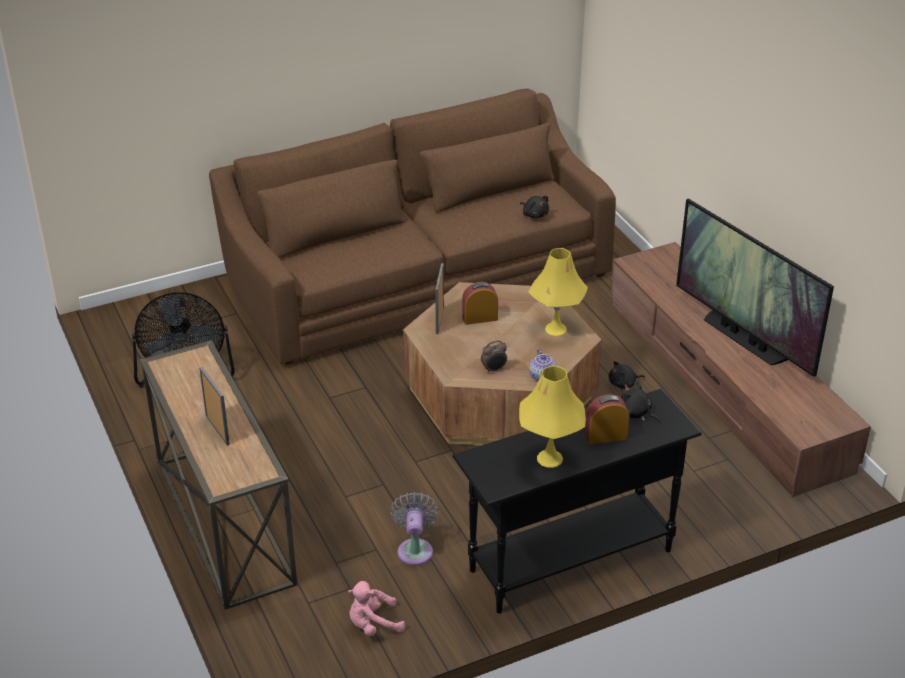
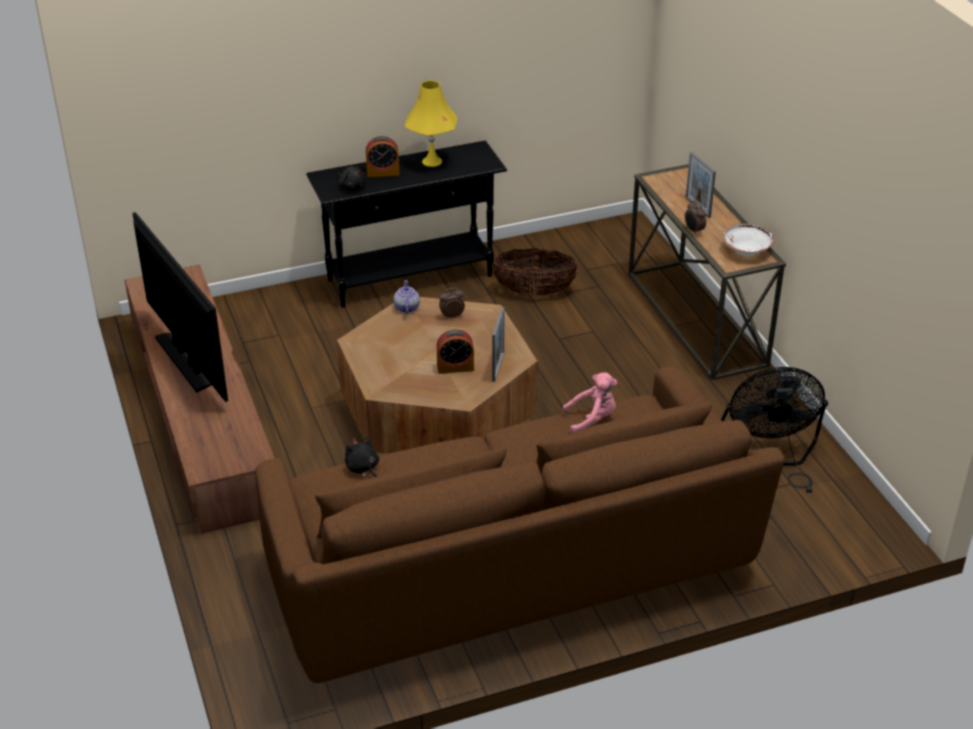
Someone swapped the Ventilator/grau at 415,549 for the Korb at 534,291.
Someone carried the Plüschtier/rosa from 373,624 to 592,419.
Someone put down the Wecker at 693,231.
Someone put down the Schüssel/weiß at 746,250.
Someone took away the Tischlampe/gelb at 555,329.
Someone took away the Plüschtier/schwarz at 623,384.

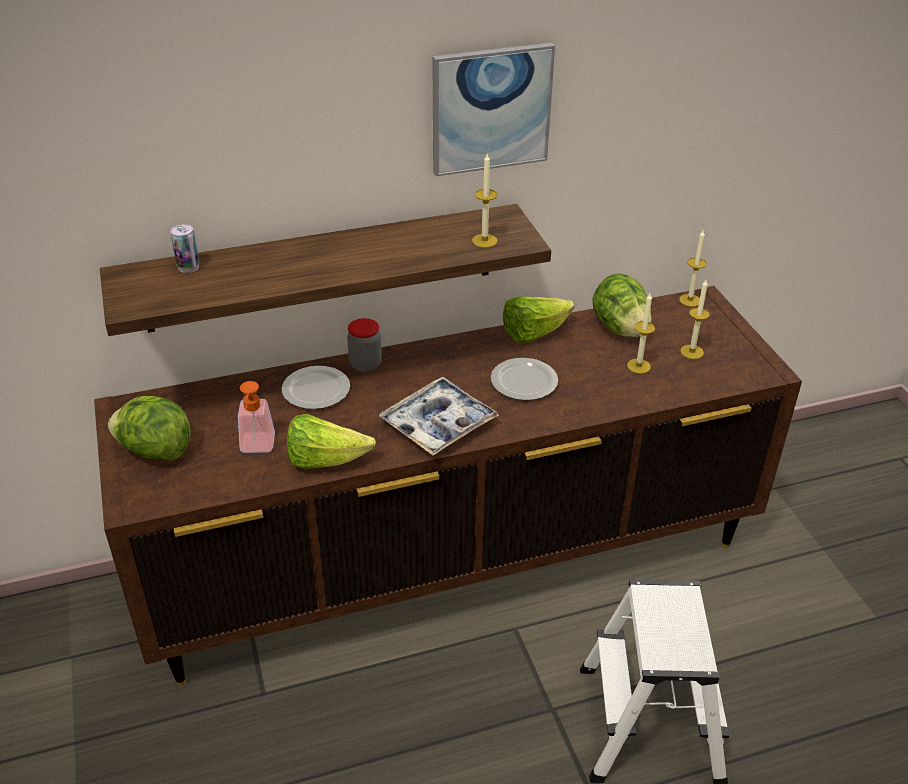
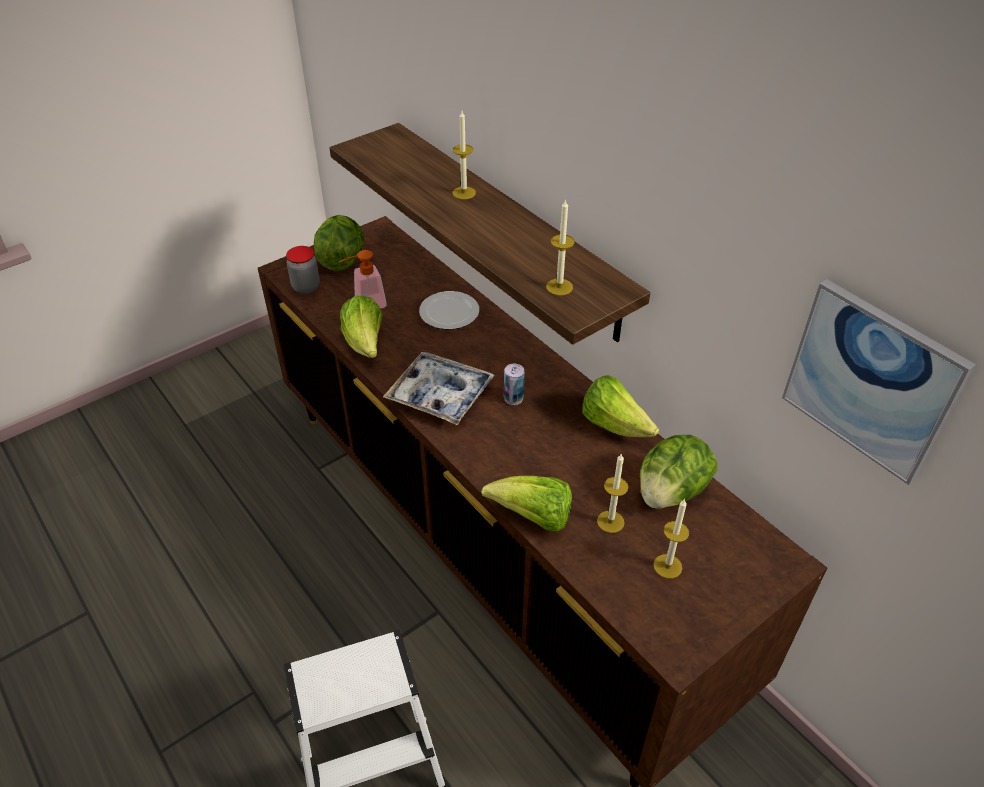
Someone carried the Vorratsglas from 365,364 to 306,287.
Someone carried the Kerze from 690,300 to 464,193.
Someone put down the Salatkopf at 533,517.
Someone carried the Dose from 188,267 to 513,398.
Someone carried the Bild from 491,109 to 871,380.
Someone took away the Teller at 524,381.

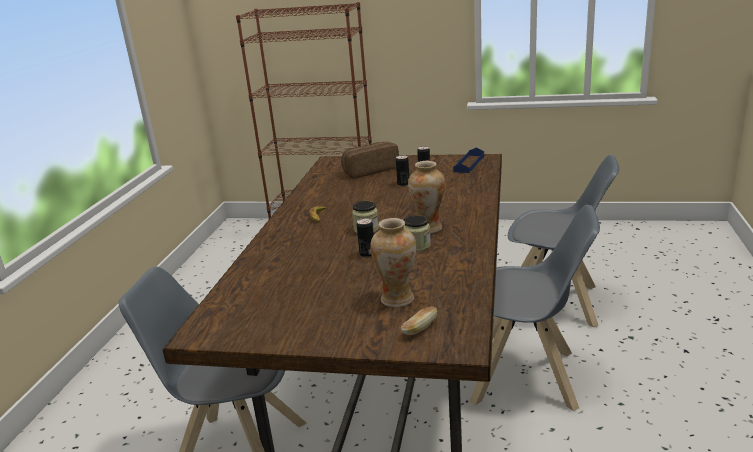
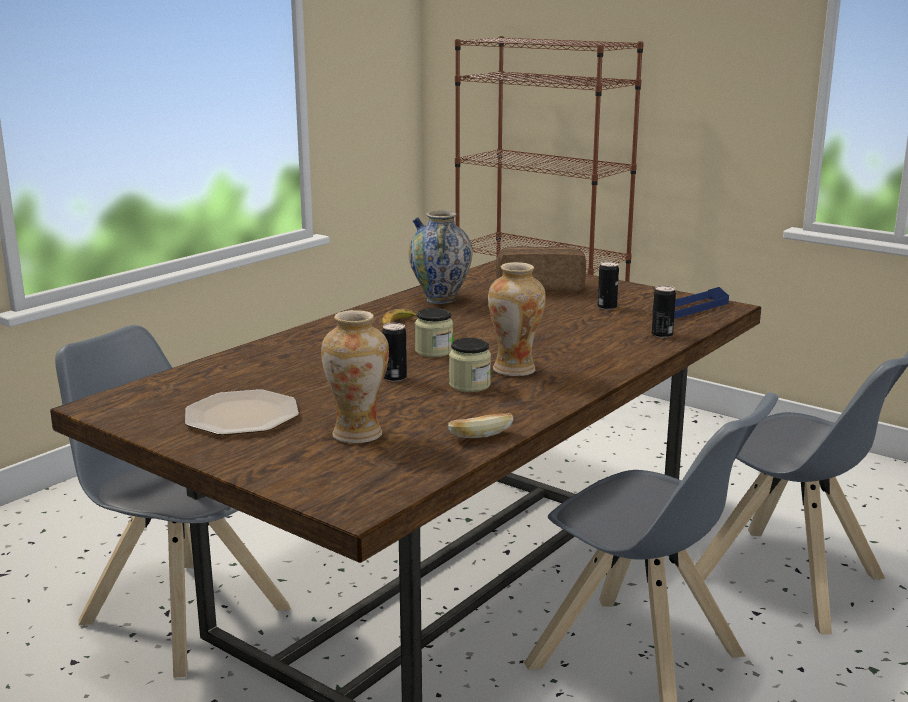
Someone put down the Teller at 241,415.
Someone put down the Vase at 440,299.
Someone carried the Brot from 419,329 to 480,436.
Someone carried the Dose from 403,184 to 662,334.

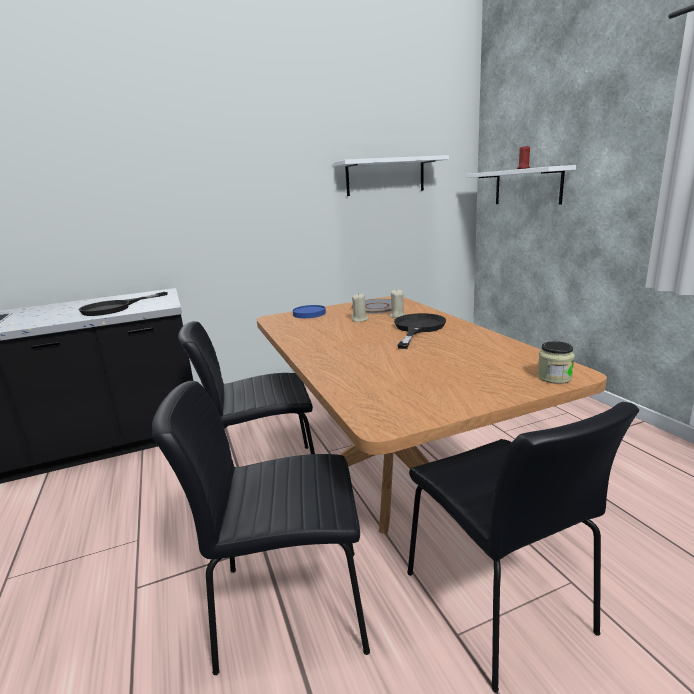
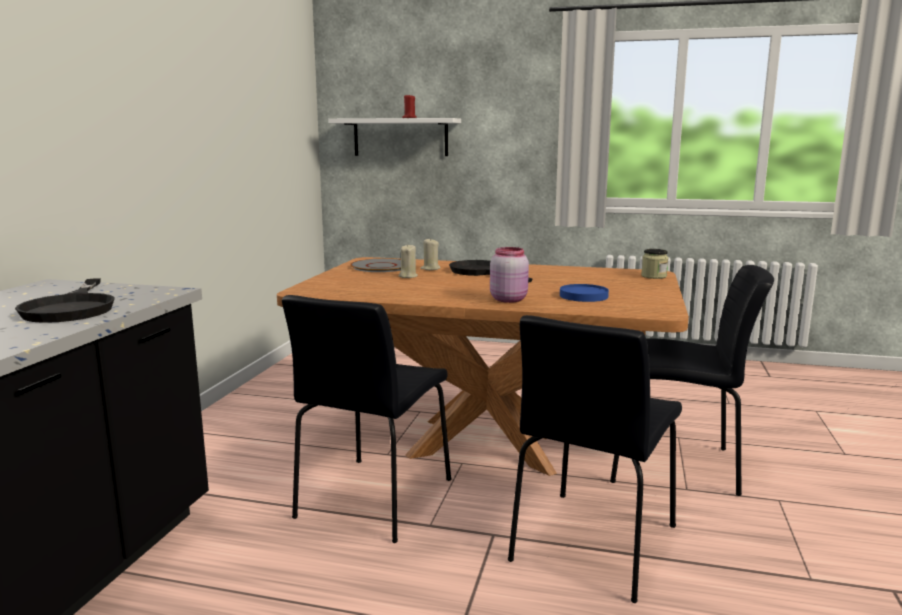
Someone put down the Vorratsglas/rosa at 509,299.
Someone carried the Teller/blau from 309,313 to 583,296.
Someone took away the Wandregal/weiß at 385,176.

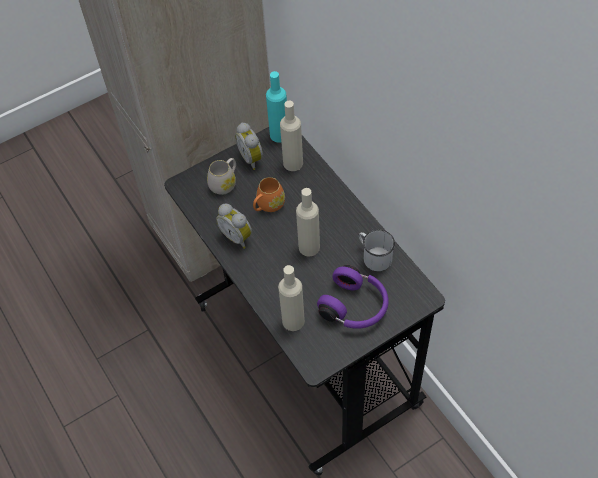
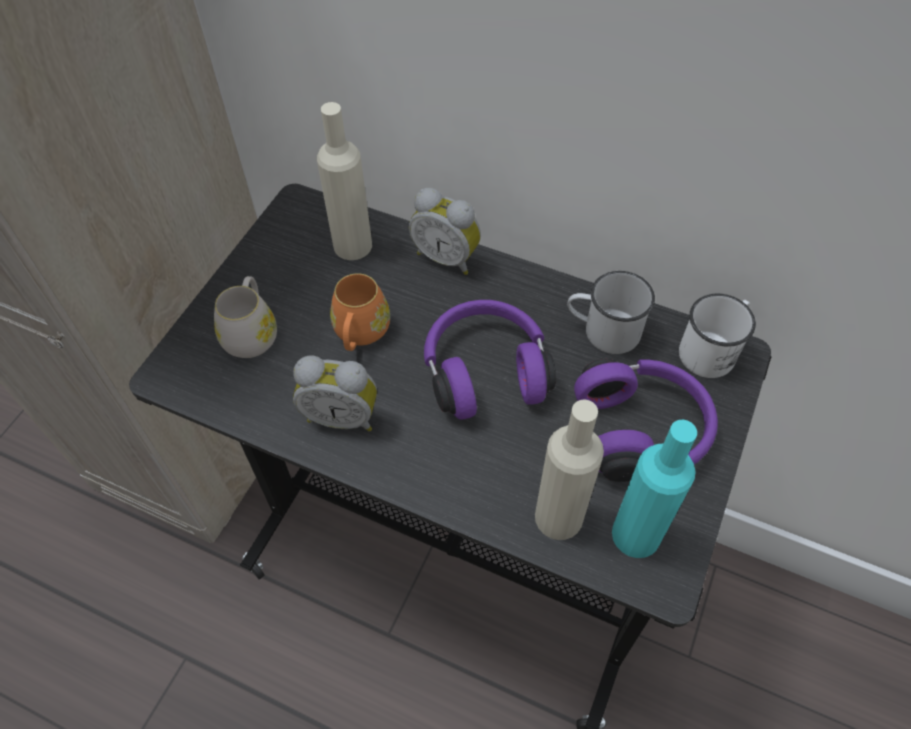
Someone carried the Wecker from 252,158 to 447,257.
Someone swapped the Flasche/beige at 309,247 for the Kopfhörer/lila at 485,369.
Someone carried the Flasche/türkis from 279,135 to 636,534.
Someone put down the Henkelbecher/weiß at 712,349.

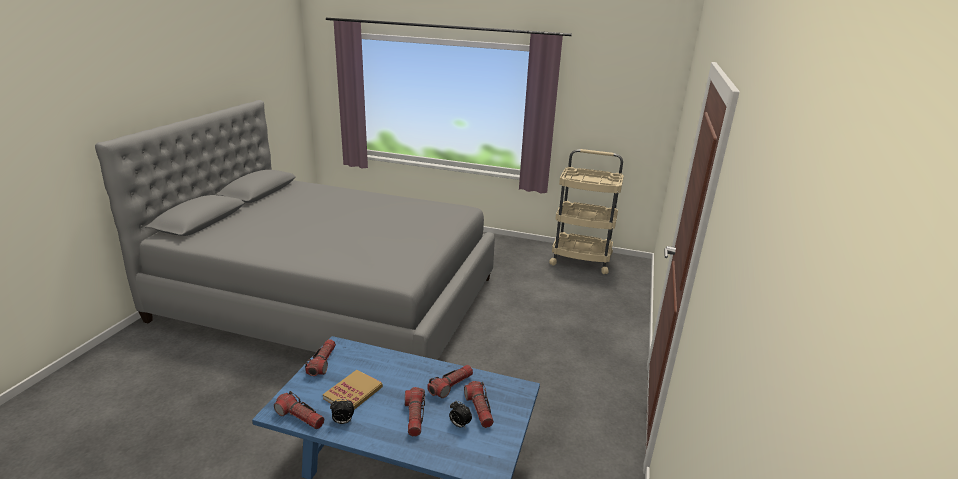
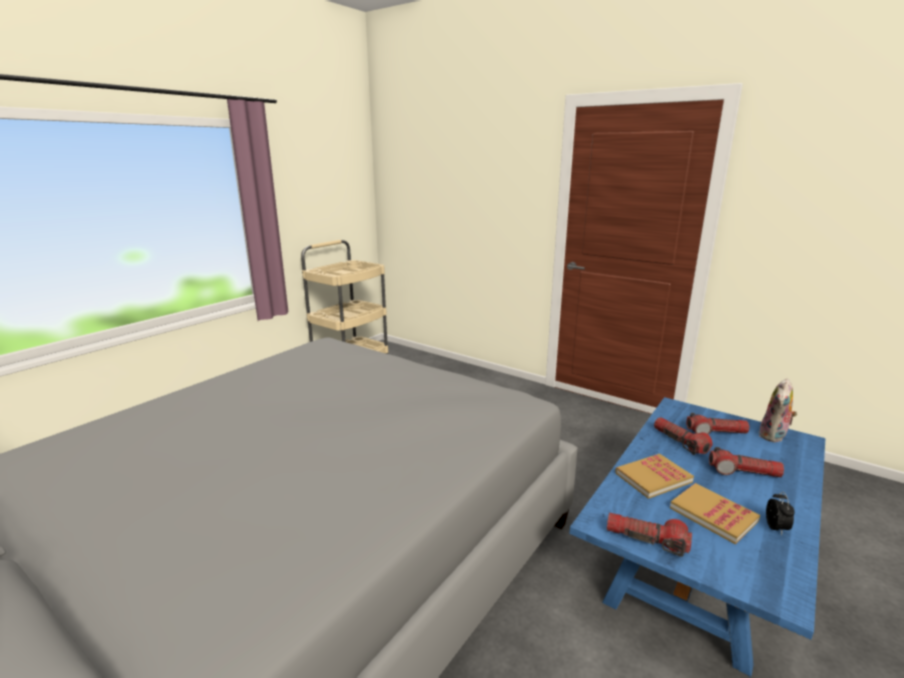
Someone put down the Buch at 653,477.
Someone put down the Plüschtier at 774,436.
Someone took away the Taschenlampe at 300,417.
Someone took away the Wecker at 459,425.

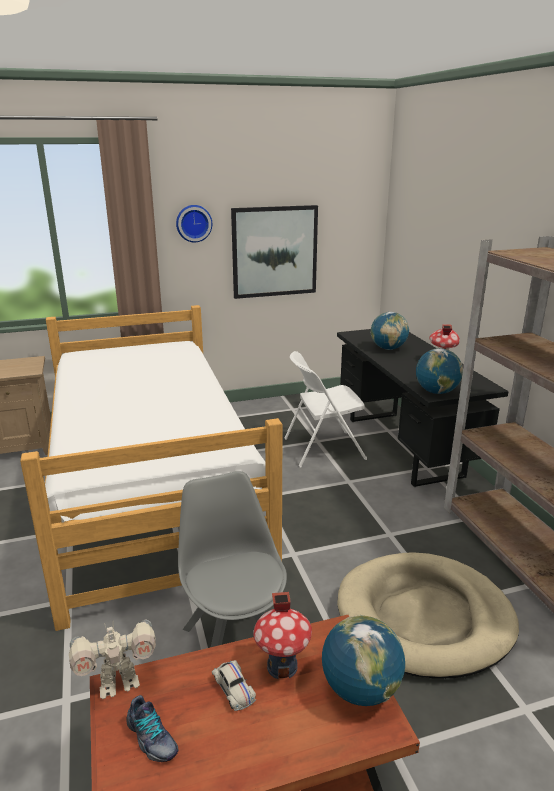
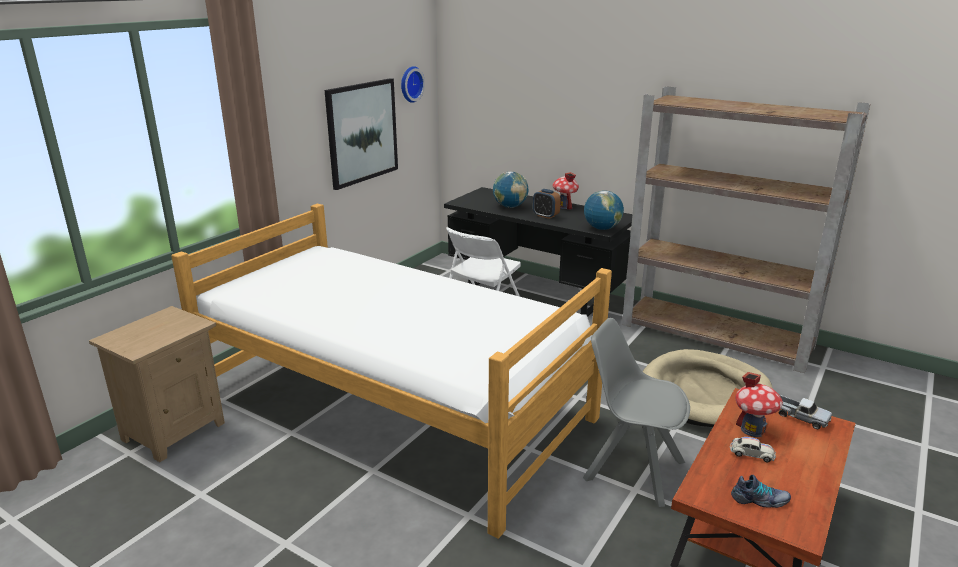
Someone carried the Wanduhr from 193,223 to 410,84.
Someone put down the Wecker at 545,216.
Someone swapped the Globus at 360,689 for the Spielzeuglaster at 800,417.
Someone took away the Spielzeugroboter at 118,683.

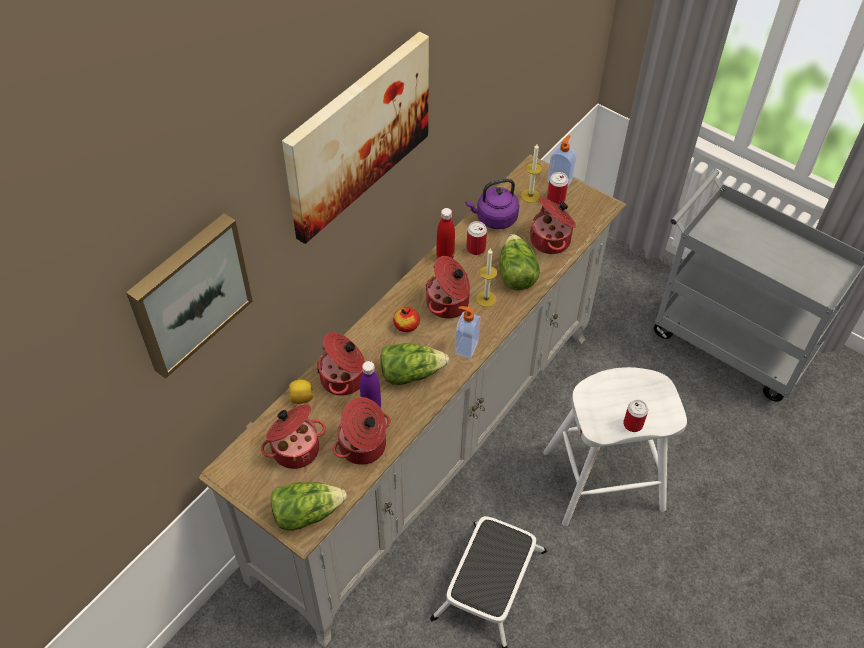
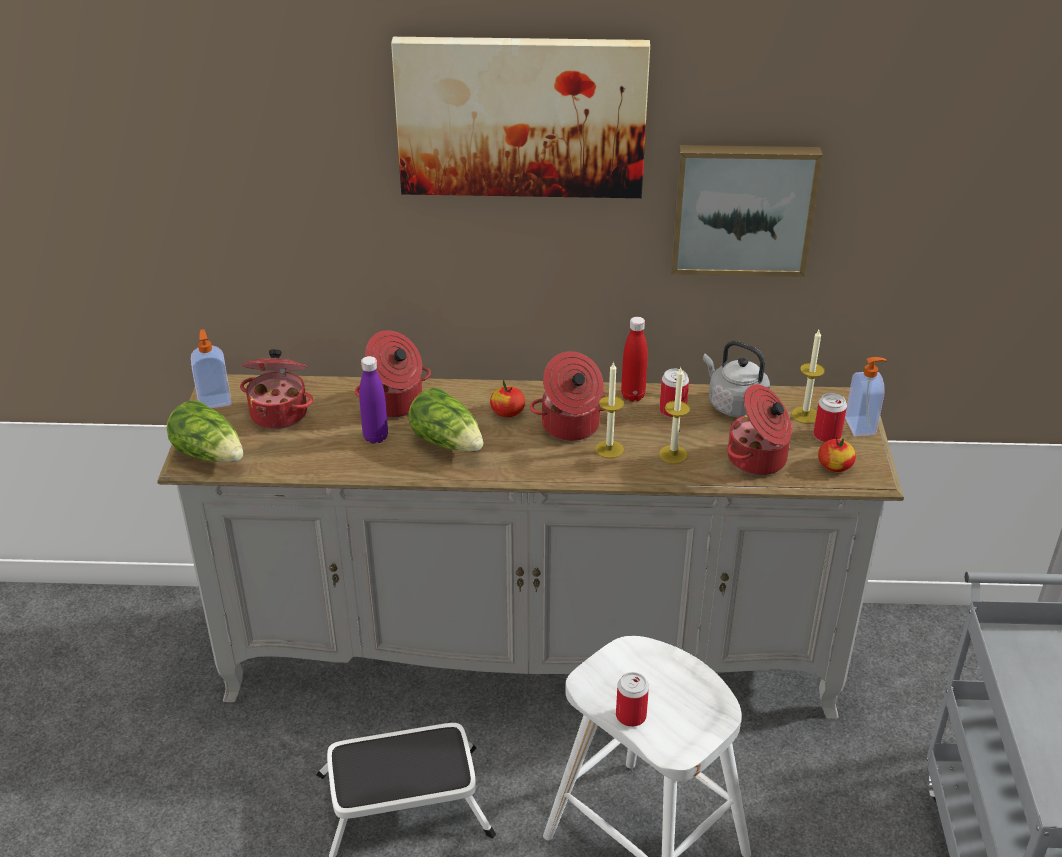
Someone carried the Seifenspender from 465,347 to 214,401.
Someone swapped the Salatkopf at 515,273 for the Kerze at 673,454.
Someone carried the Bild from 188,293 to 743,208.
Someone repainted the Wasserkessel/lila at 494,218, which became the Wasserkessel/grau at 734,404.
Someone put down the Apfel at 835,466.
Someone took away the Zitrone at 301,398.
Someone took away the Kochtopf at 363,446.

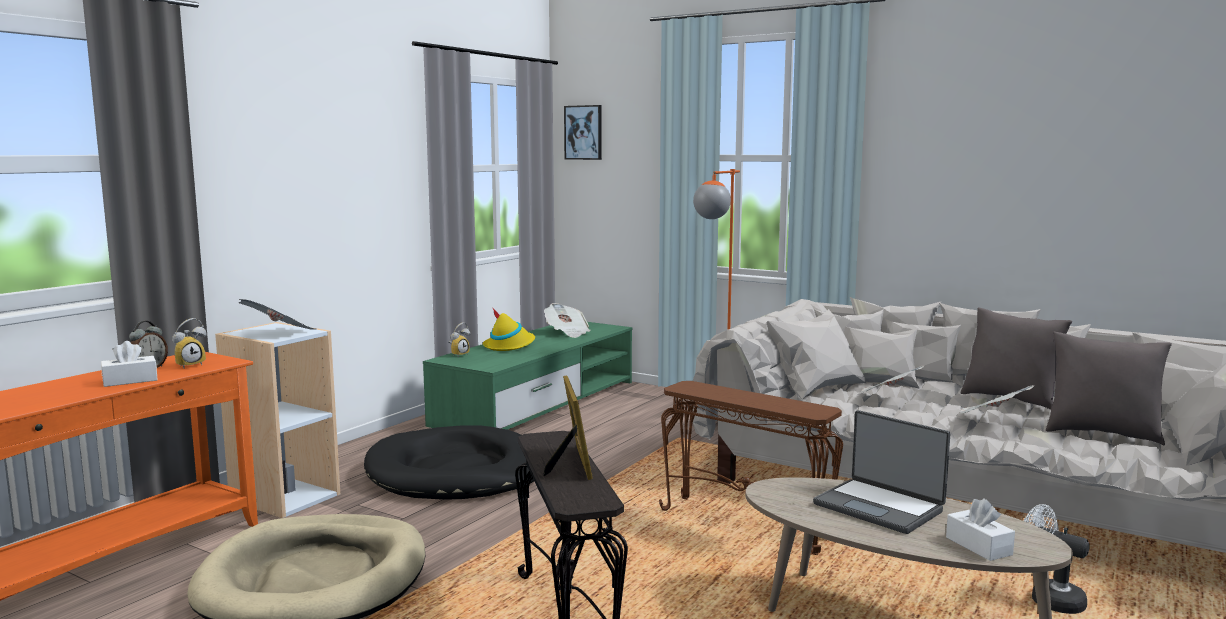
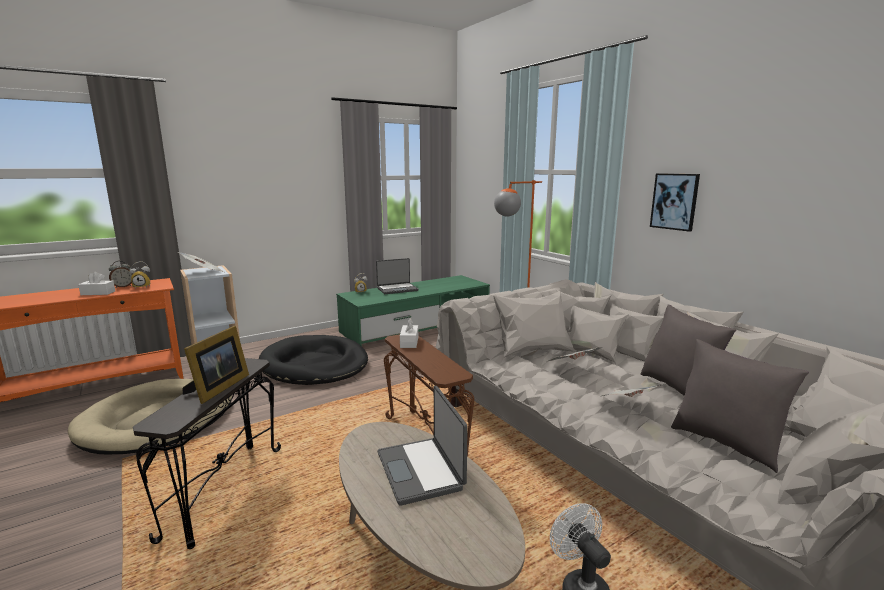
Someone swapped the Hut/gelb at 509,346 for the Laptop at 397,289.
Someone carried the Taschentuchbox/weiß from 978,546 to 409,342.
Someone carried the Bild from 583,132 to 674,201.
Someone took away the Zeitung at 567,333.

